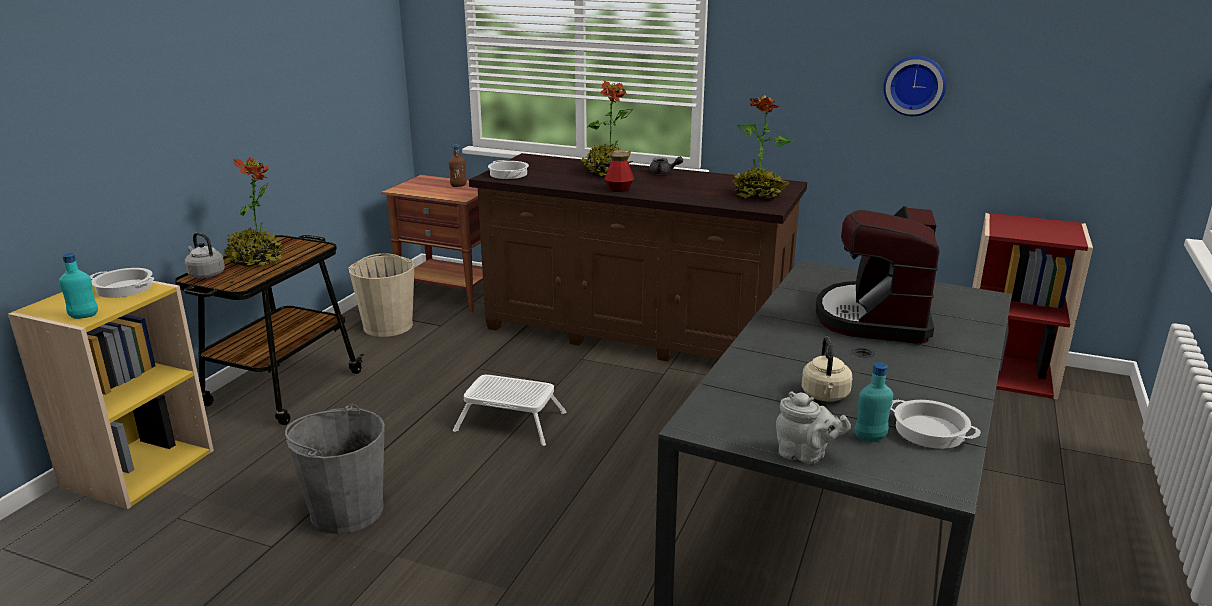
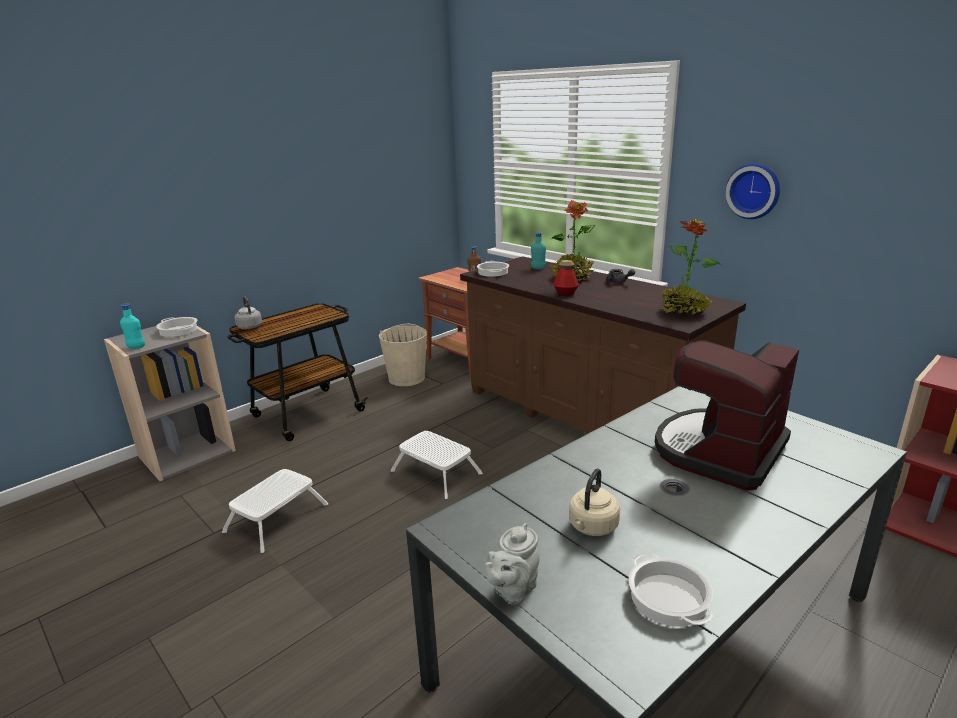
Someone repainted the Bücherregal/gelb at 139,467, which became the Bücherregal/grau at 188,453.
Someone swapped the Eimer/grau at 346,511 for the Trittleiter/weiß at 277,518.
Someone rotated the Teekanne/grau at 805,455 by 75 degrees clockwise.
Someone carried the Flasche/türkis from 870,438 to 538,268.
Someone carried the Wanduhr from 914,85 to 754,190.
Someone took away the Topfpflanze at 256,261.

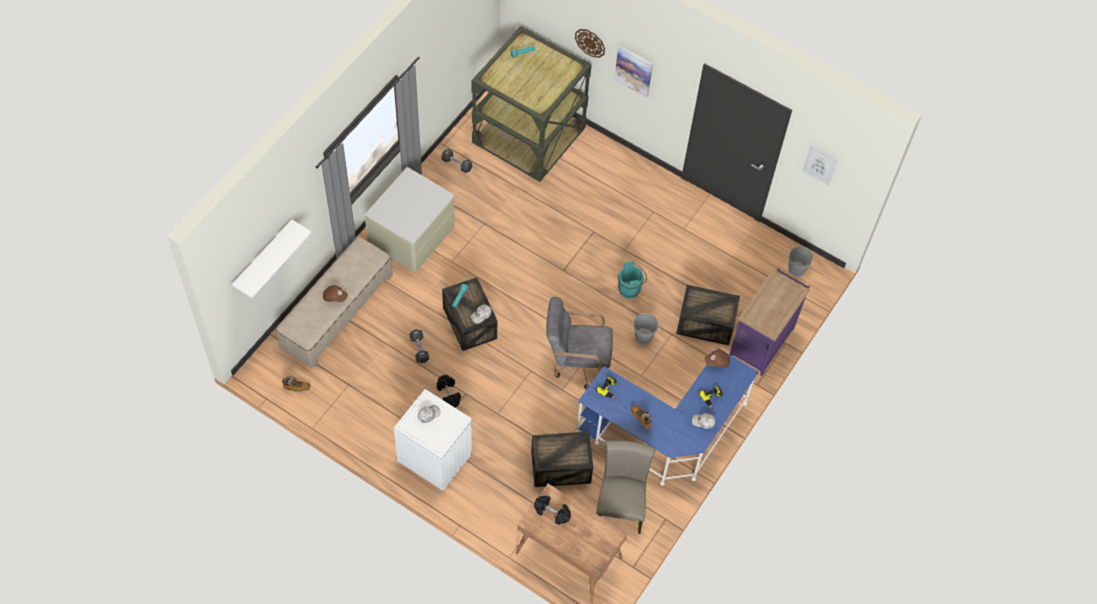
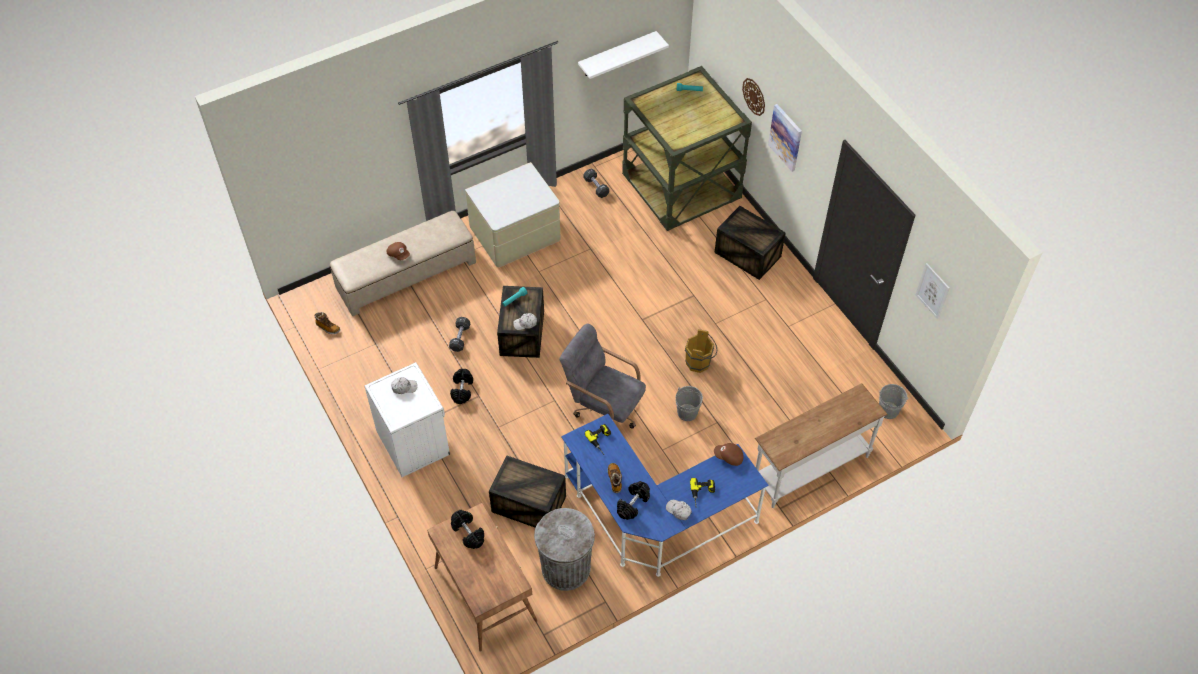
Someone swapped the Stuhl/beige at 620,506 for the Mülleimer/grau at 566,568.
Someone carried the Wandregal/weiß from 263,257 to 617,54.
Someone put down the Hantel/schwarz at 633,504.
Someone repainted the Eimer/türkis at 631,289, which became the Eimer/braun at 700,363.
Someone carried the Kiste from 706,324 to 748,255.
Someone swapped the Rollwagen/lila at 762,342 for the Konsolentisch/weiß at 810,468.

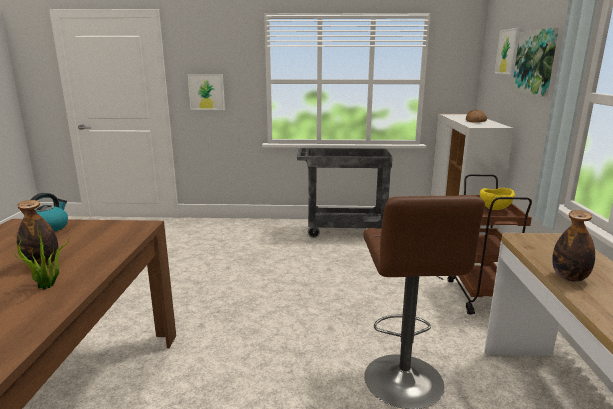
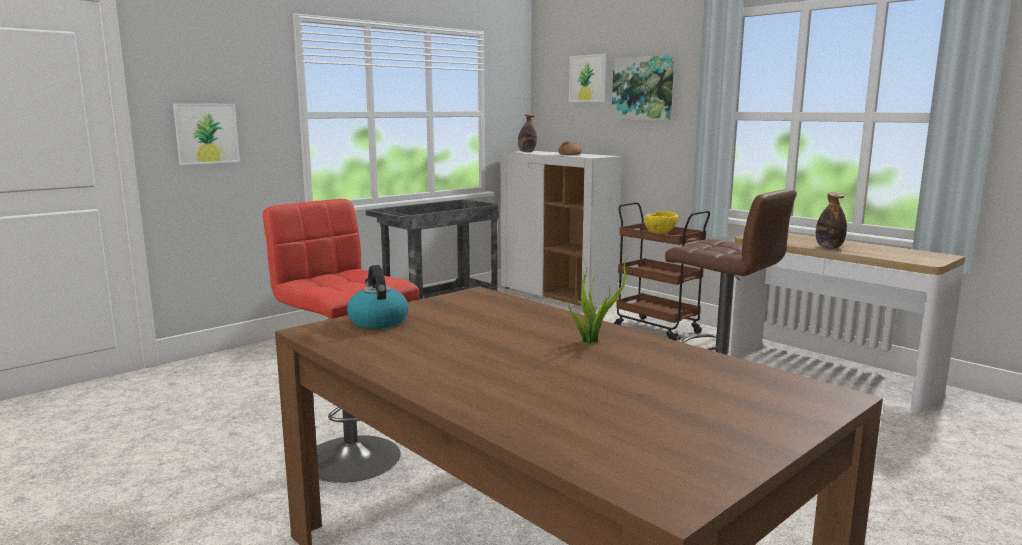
Someone put down the Hocker/rot at 352,458.
Someone carried the Flasche from 42,264 to 526,152.

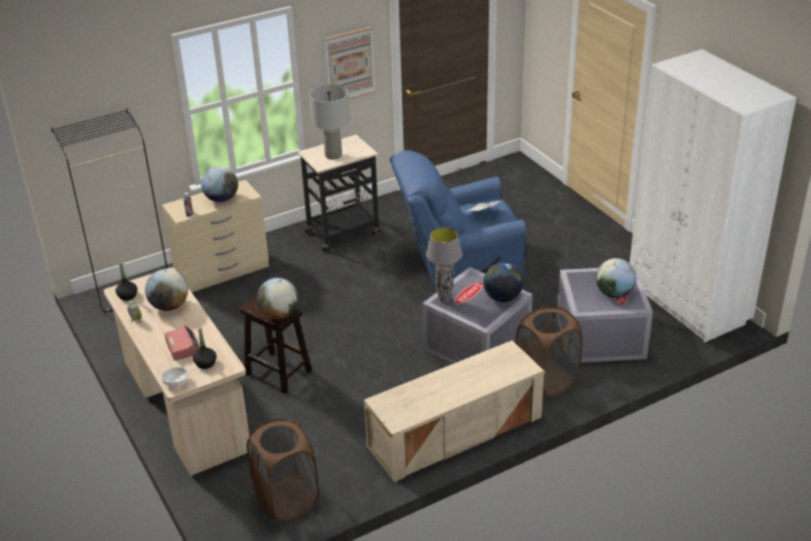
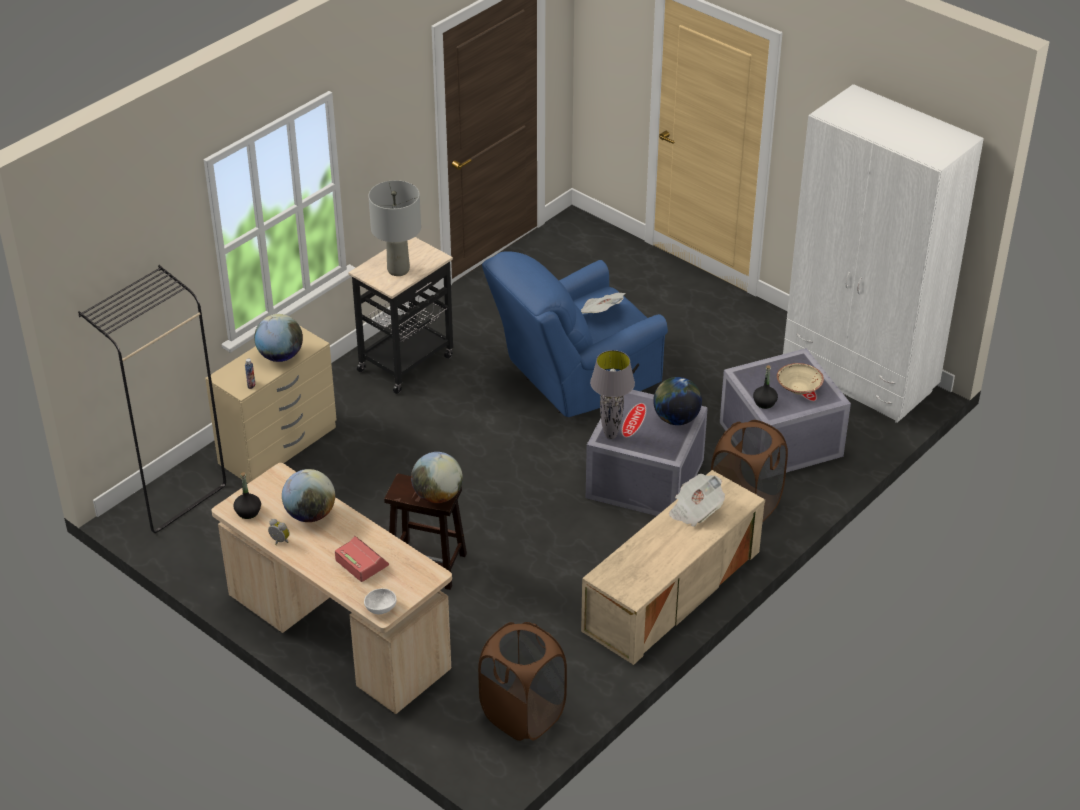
Someone put down the Zeitung at 695,510.
Someone carried the Flasche/schwarz from 205,363 to 764,403.
Someone swapped the Globus at 614,294 for the Schüssel/beige at 798,388.
Someone took away the Bild at 349,65.

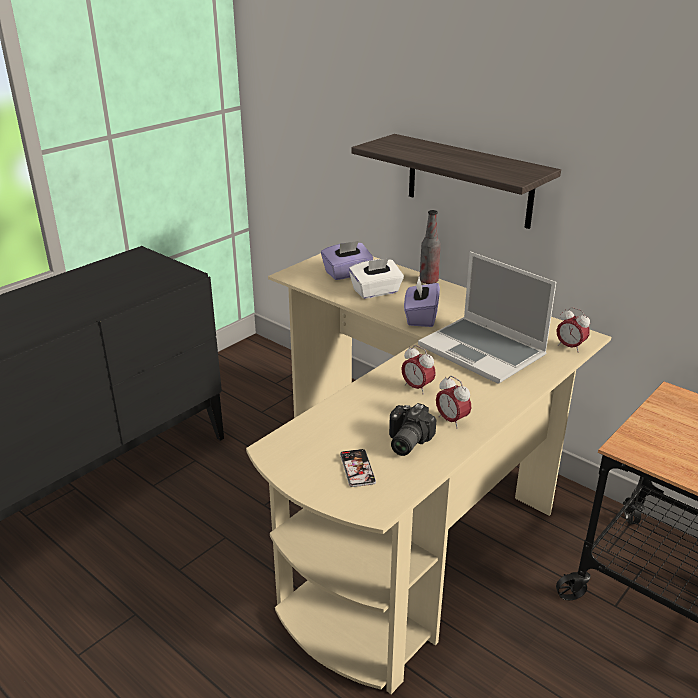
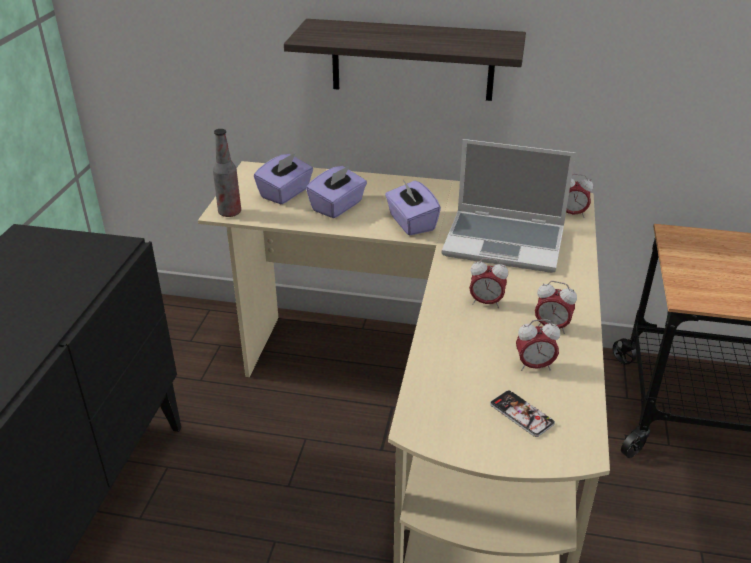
Someone carried the Flasche from 428,281 to 230,212.
Someone repainted the Taschentuchbox/weiß at 376,292, which became the Taschentuchbox/lila at 338,206.
Someone swapped the Kamera at 405,441 for the Wecker at 534,366.

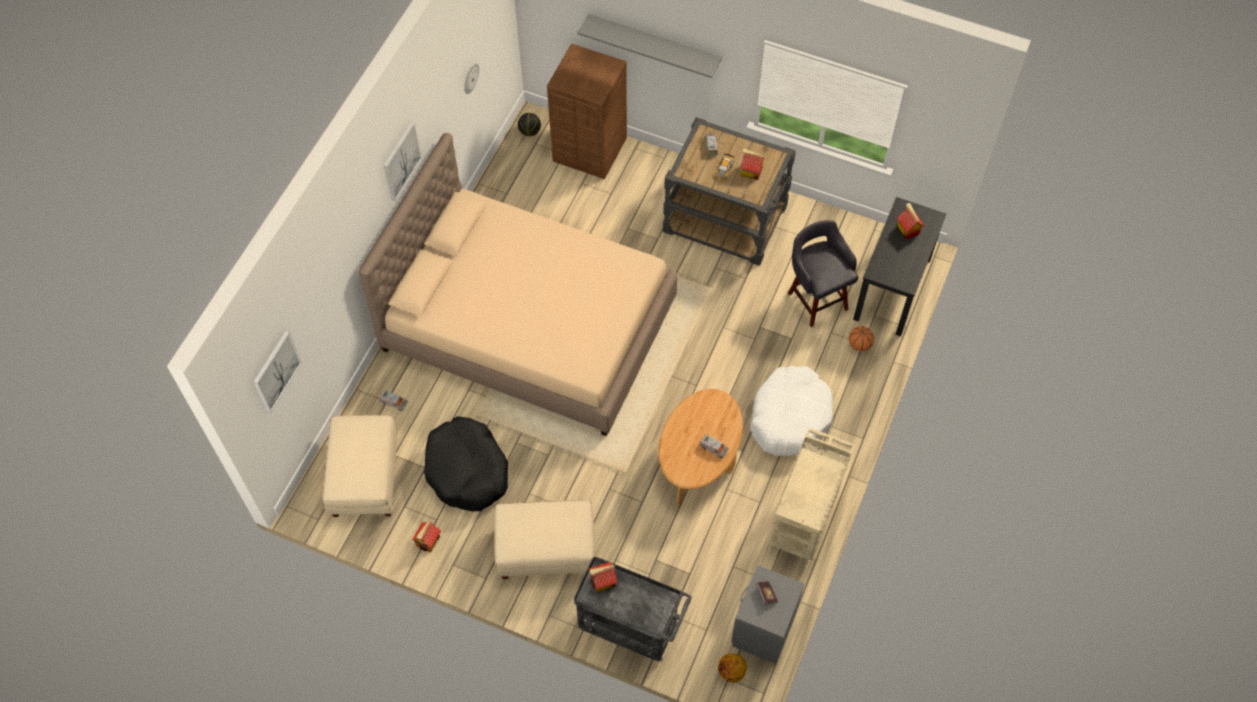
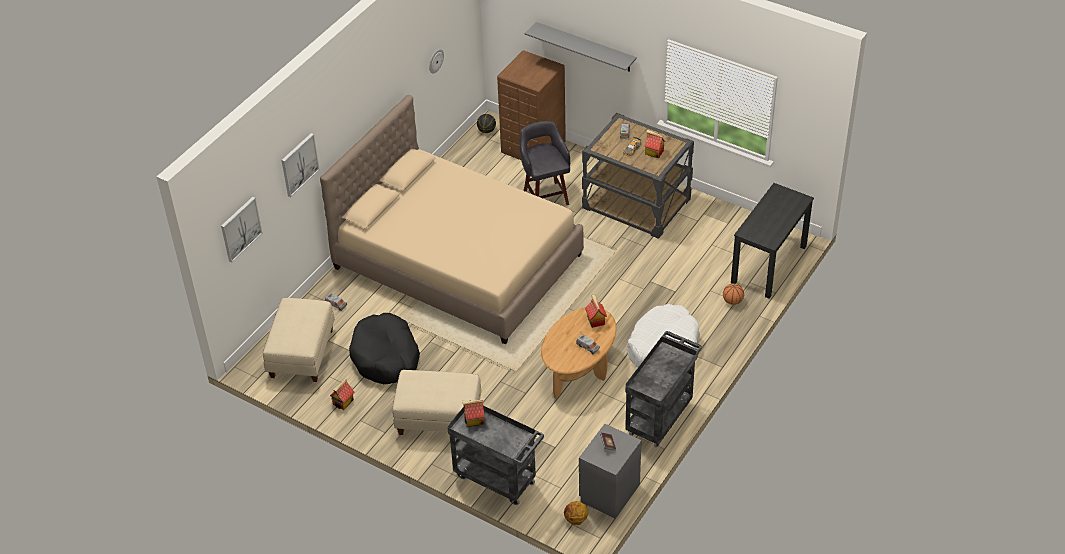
Someone carried the Bild from 401,161 to 299,164.
Someone carried the Hocker/grau from 816,299 to 545,196.
Someone carried the Spielzeughaus from 907,229 to 595,320.
Someone repainted the Rollwagen/beige at 804,517, which became the Rollwagen/schwarz at 661,417.

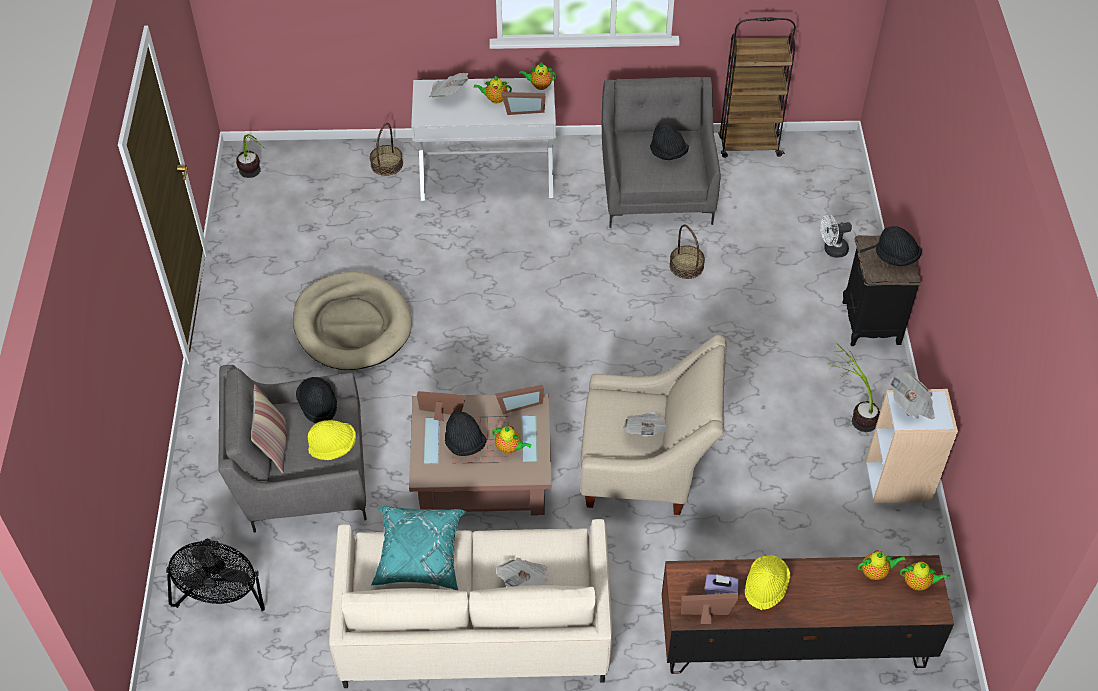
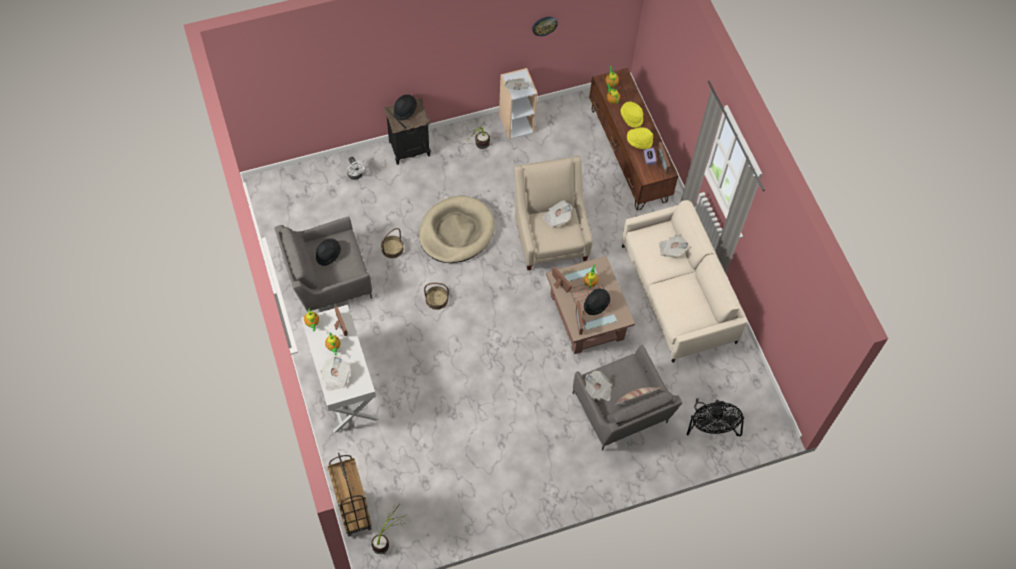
Someone carried the Rollwagen/braun from 749,146 to 353,513.
Someone carried the Hundebett/beige from 352,325 to 456,232.
Someone carried the Korb from 386,164 to 436,299.
Someone put up the Wanduhr at 544,25.
Someone swapped the Hut/schwarz at 318,405 for the Zeitung at 598,390.
Someone carried the Hut/gelb from 333,446 to 631,117.
Someone rotated the Ventilator/schwarz at 220,592 by 105 degrees clockwise.
Someone took away the Kissen/türkis at 419,558.

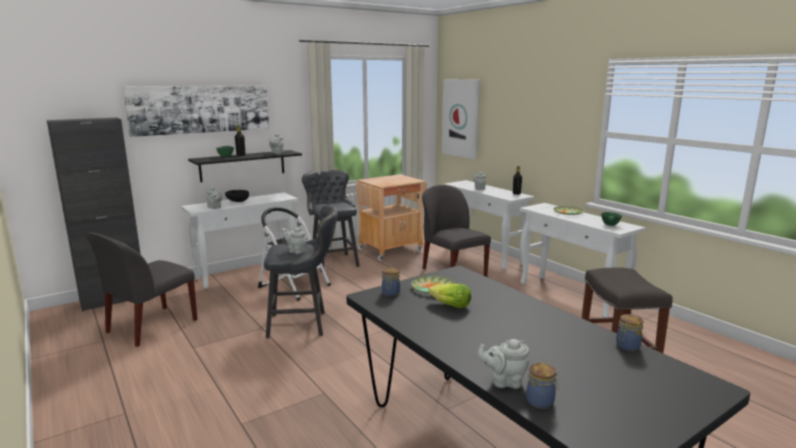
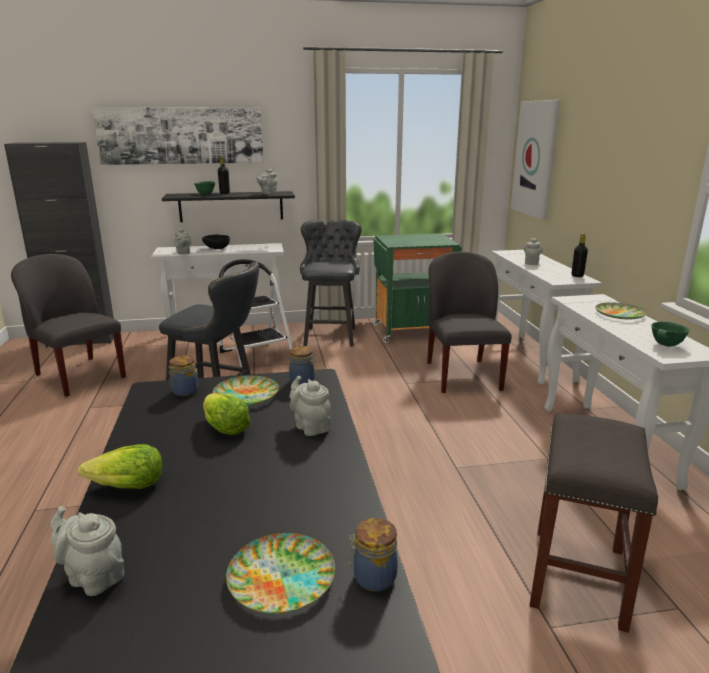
Someone rotated the Stuhl/grau at 150,327 by 75 degrees clockwise.
Someone put down the Salatkopf at 127,487.
Someone put down the Teller at 282,577.
Someone carried the Vorratsglas from 541,401 to 303,381.
Someone carried the Teekanne/grau from 296,251 to 310,426.
Someone repainted the Rollwagen/braun at 391,250, which became the Rollwagen/grün at 412,331.

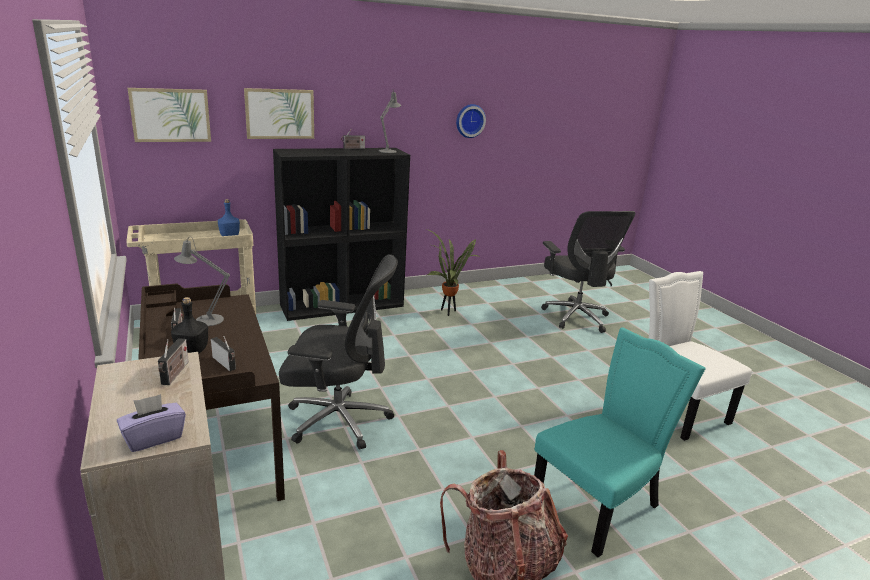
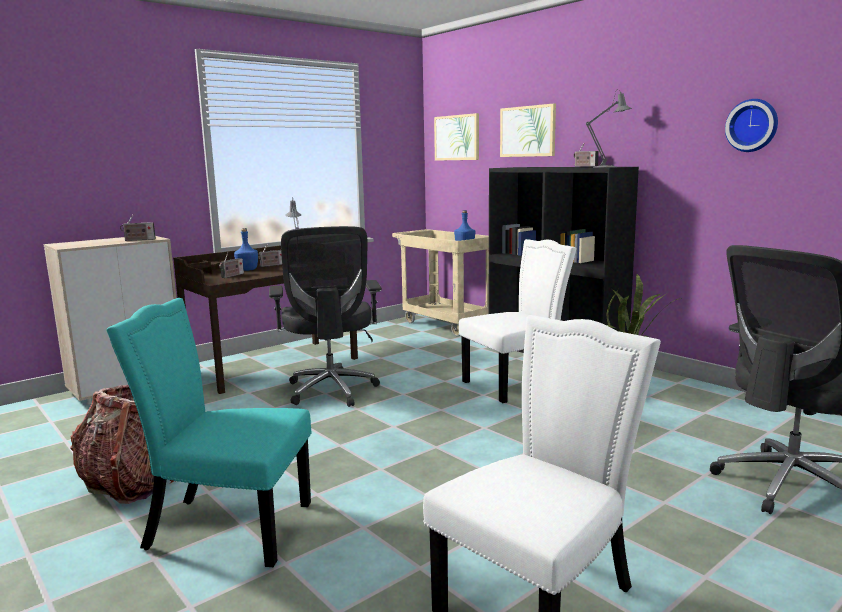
Someone rotated the Stuhl/türkis at 596,507 by 150 degrees clockwise.
Someone repainted the Flasche/schwarz at 192,351, which became the Flasche/blau at 247,270.
Someone put down the Stuhl/weiß at 514,384.
Someone took away the Taschentuchbox/lila at 154,438.

